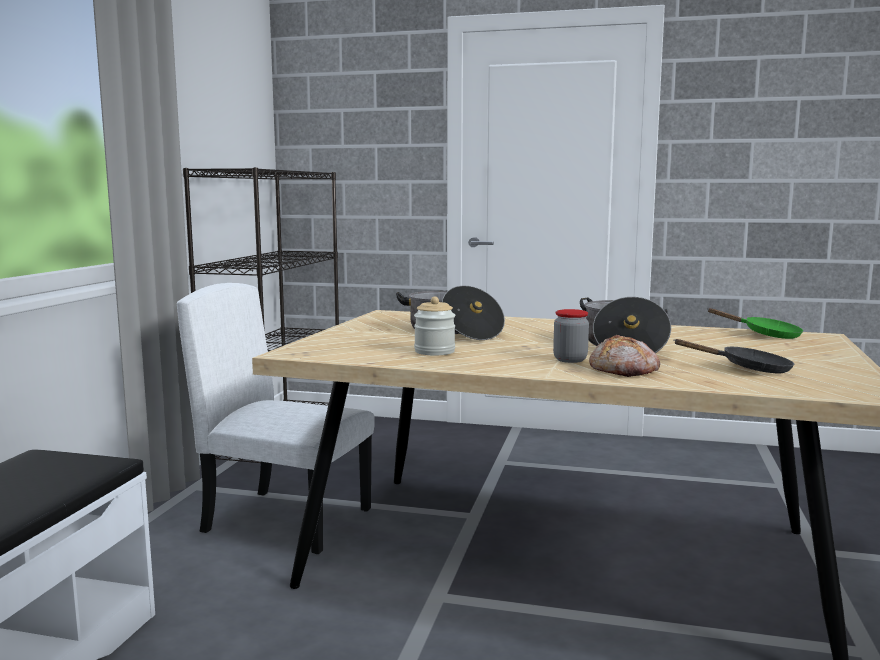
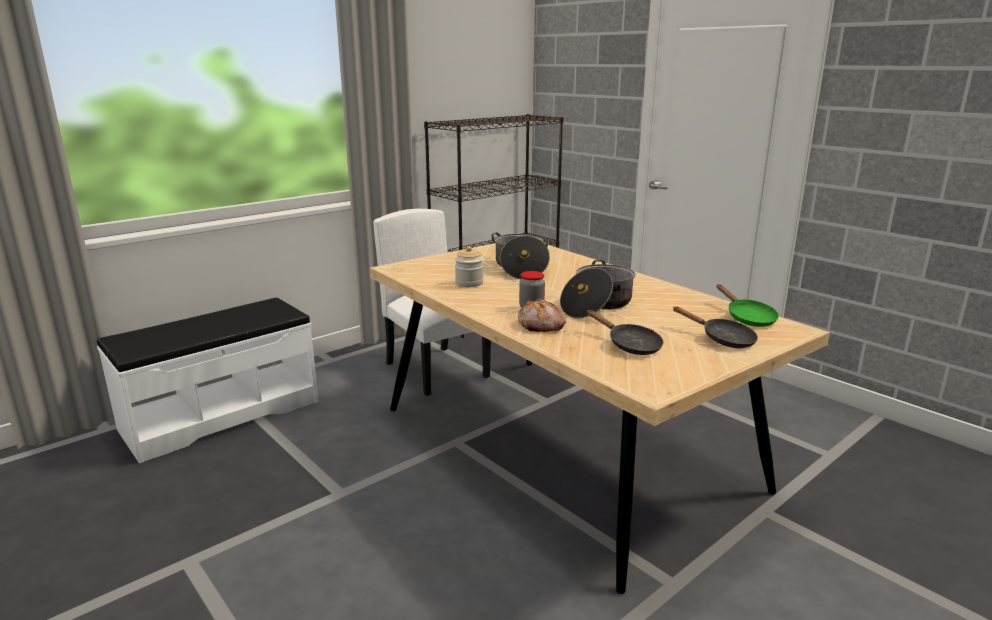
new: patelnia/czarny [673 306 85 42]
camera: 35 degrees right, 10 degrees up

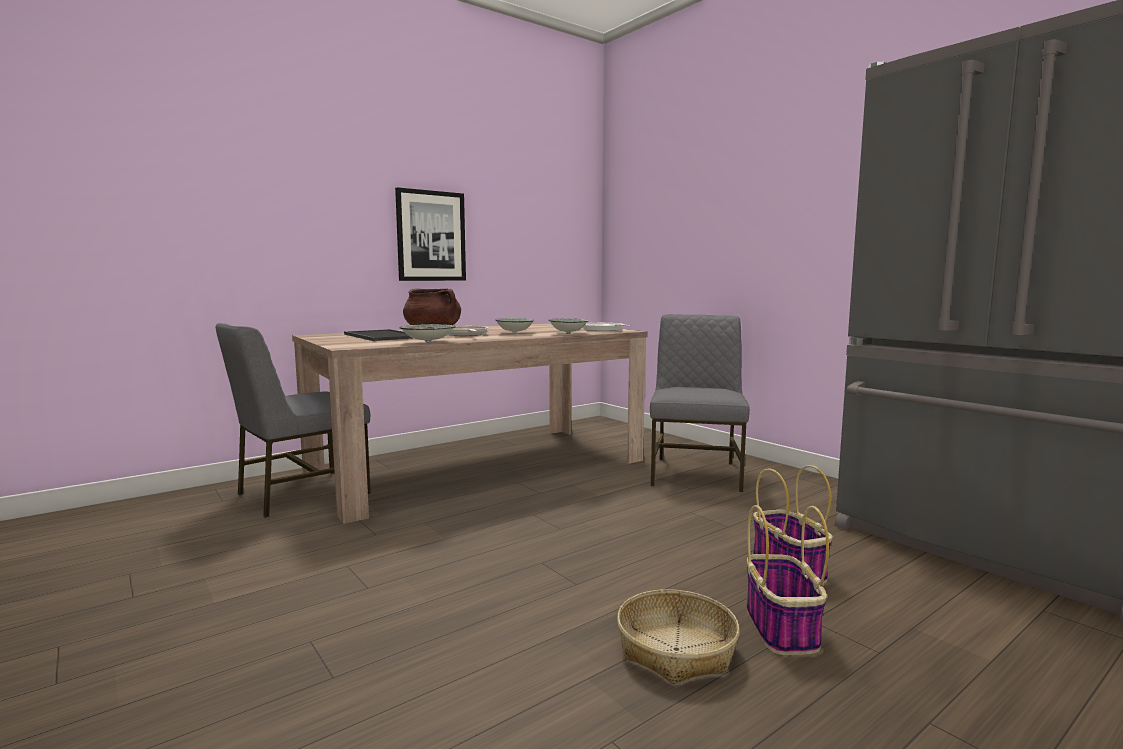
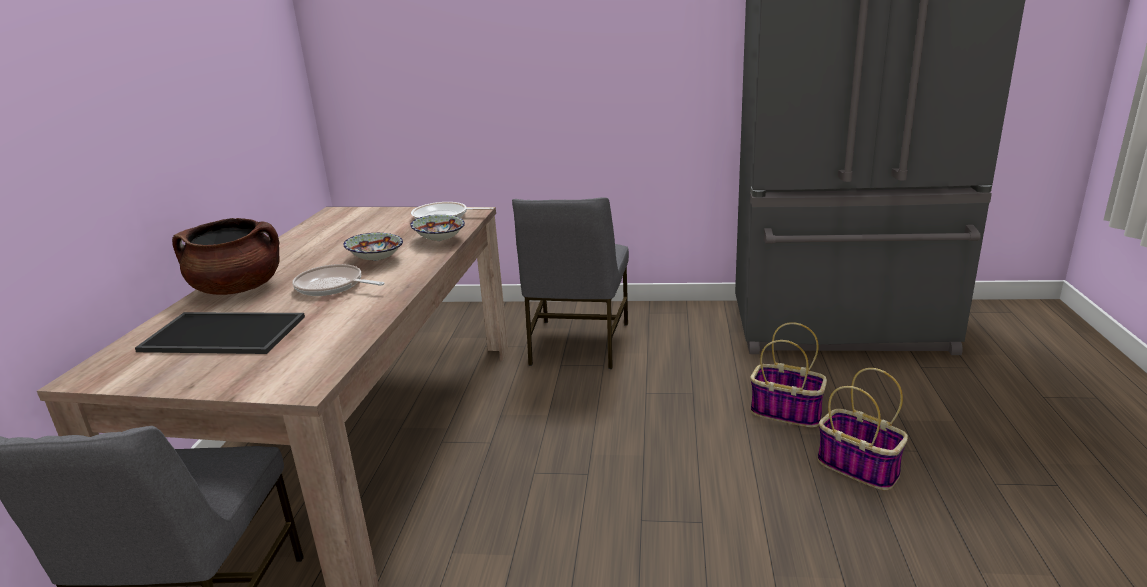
gone: obraz [395 187 71 94]; miska [399 324 57 19]; koszyk [617 589 123 95]
rotated: krzesło/szary [650 314 100 178] = [512 197 117 172] 135 degrees counterclockwise
camera: 45 degrees left, 15 degrees up

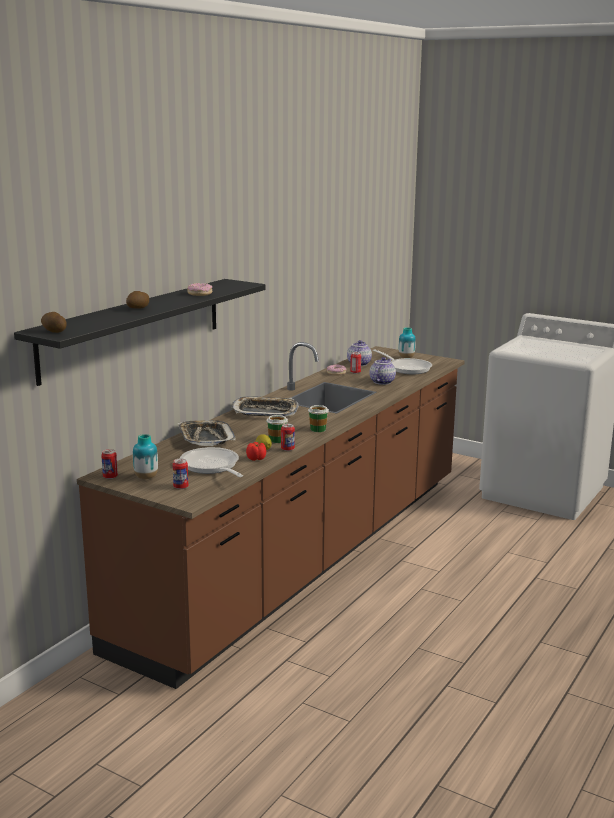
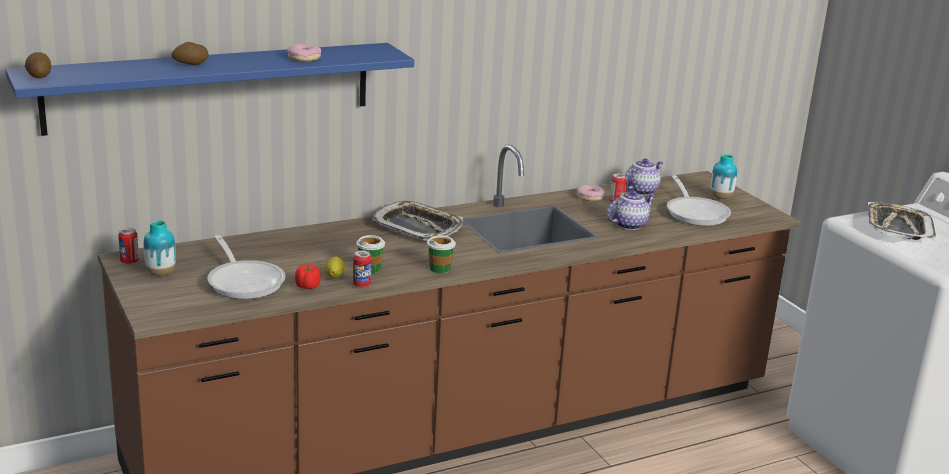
gone: puszka [173 459 15 30]
shifted: taca [178 420 58 26] to [868 202 68 38]
repainted: półka/czarny [14 279 251 107] to półka/niebieski [5 43 409 93]
rotated: patelnia [180 447 63 30] = [207 235 79 64] 150 degrees clockwise
camera: 30 degrees right, 5 degrees up

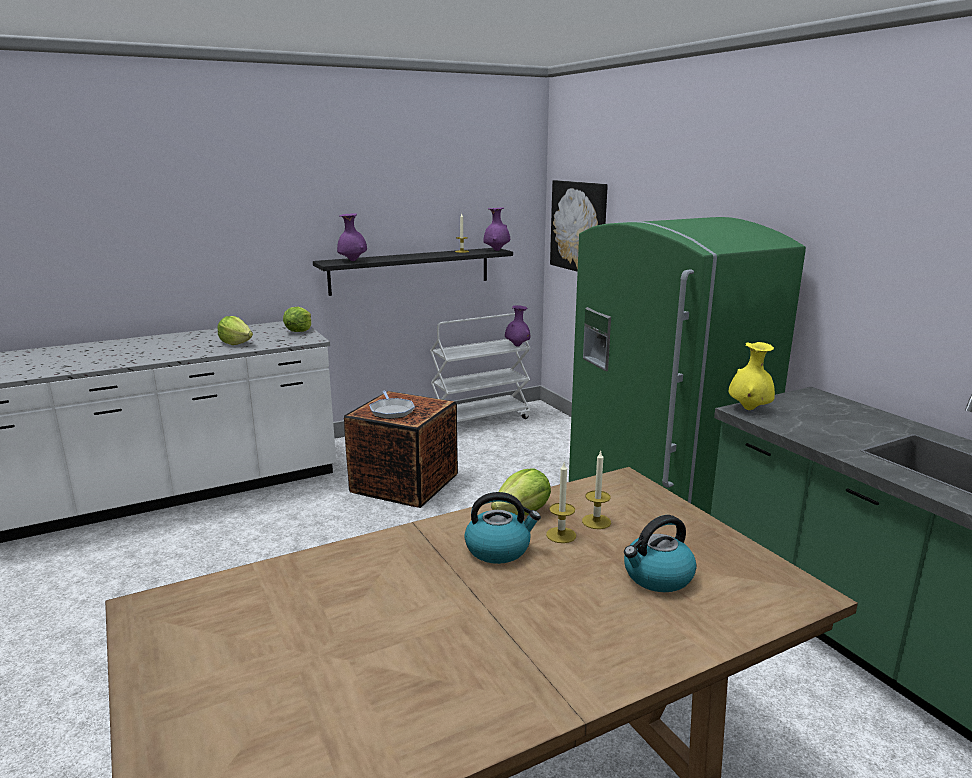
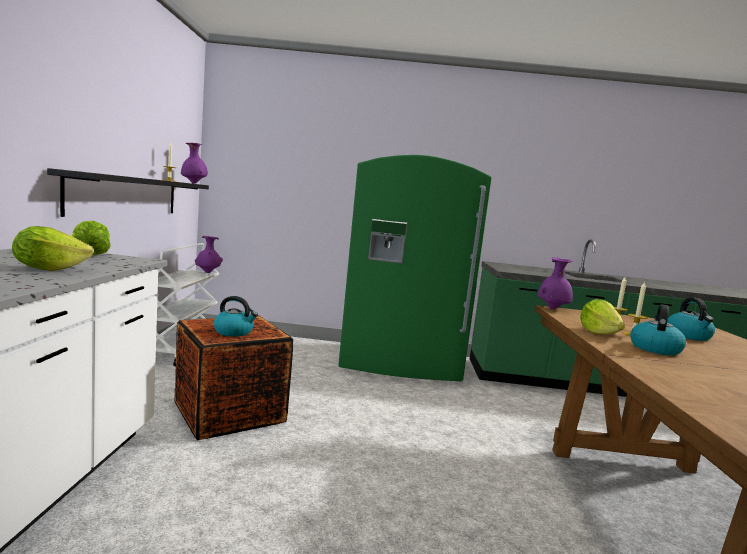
gone: obraz [550 180 58 92]; wazon/żółty [729 342 46 68]
shifted: wazon/fioletowy [337 213 30 48] to [538 257 35 52]
swapped: patelnia [369 391 46 28] to czajnik [214 296 44 41]
camera: 60 degrees left, 10 degrees down

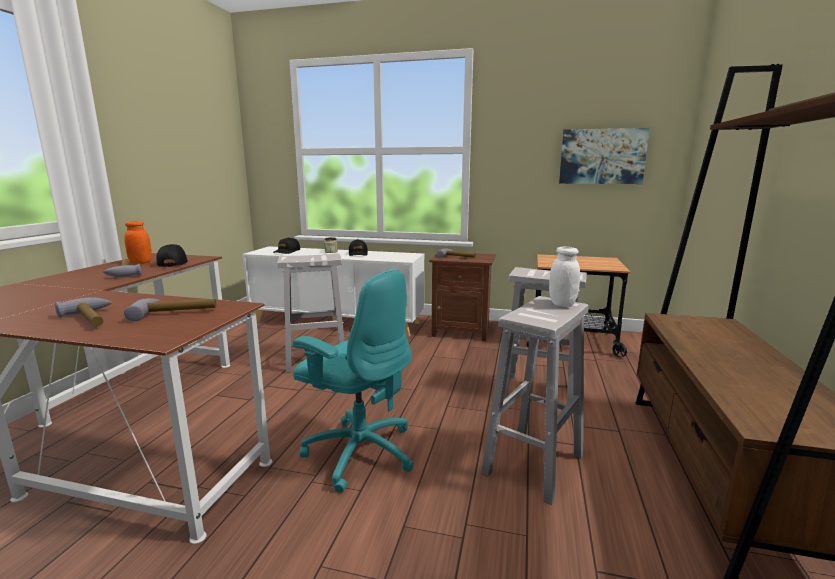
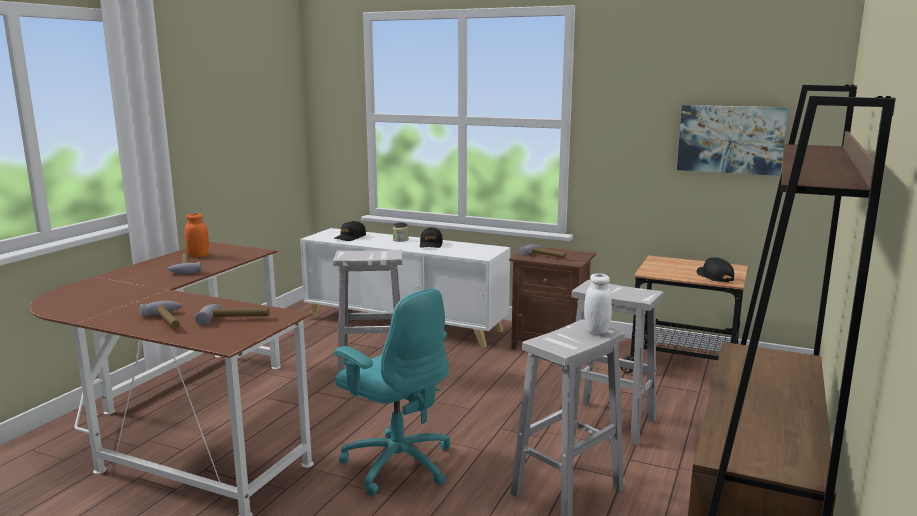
shifted: czapka z daszkiem/czarny [156 244 32 23] to [697 257 37 25]
camera: 10 degrees right, 0 degrees up

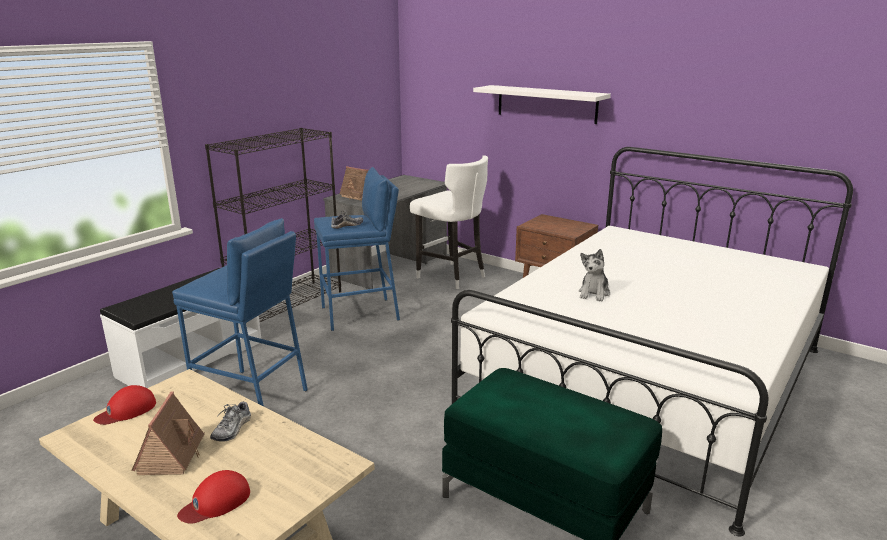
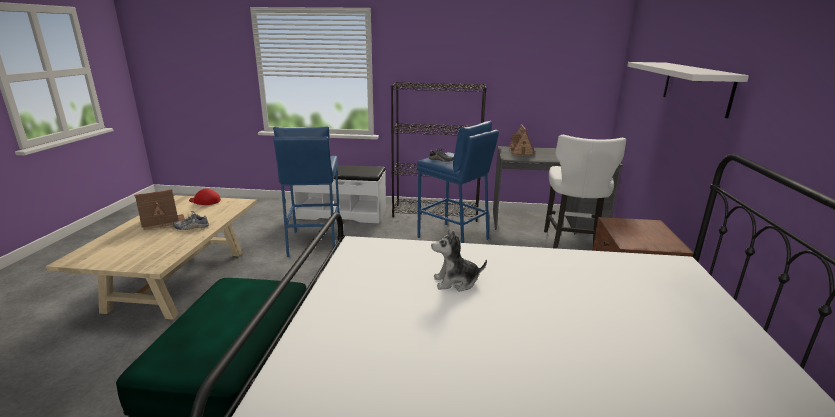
gone: czapka z daszkiem/czerwony [177 470 73 54]
camera: 60 degrees right, 0 degrees up

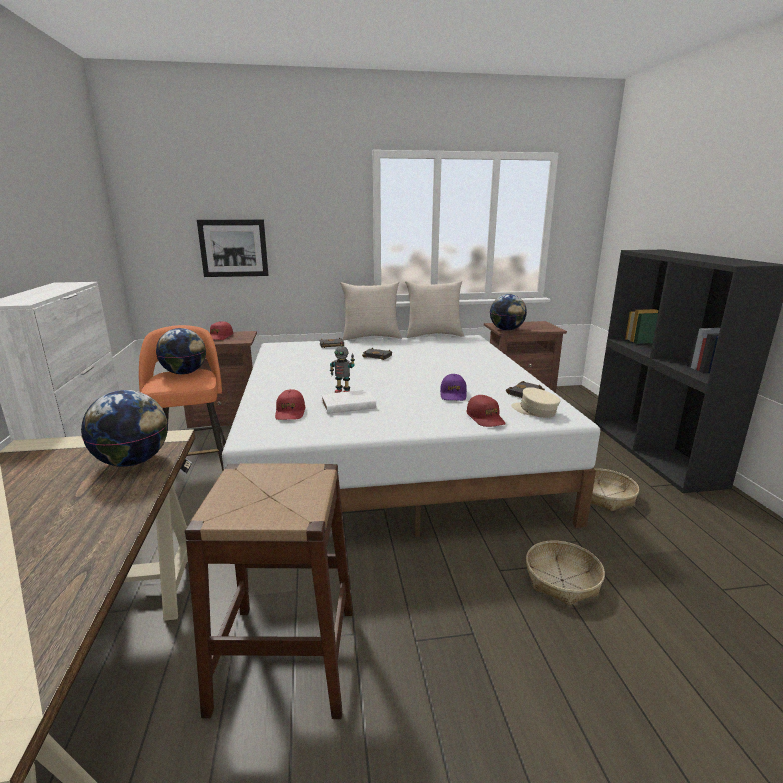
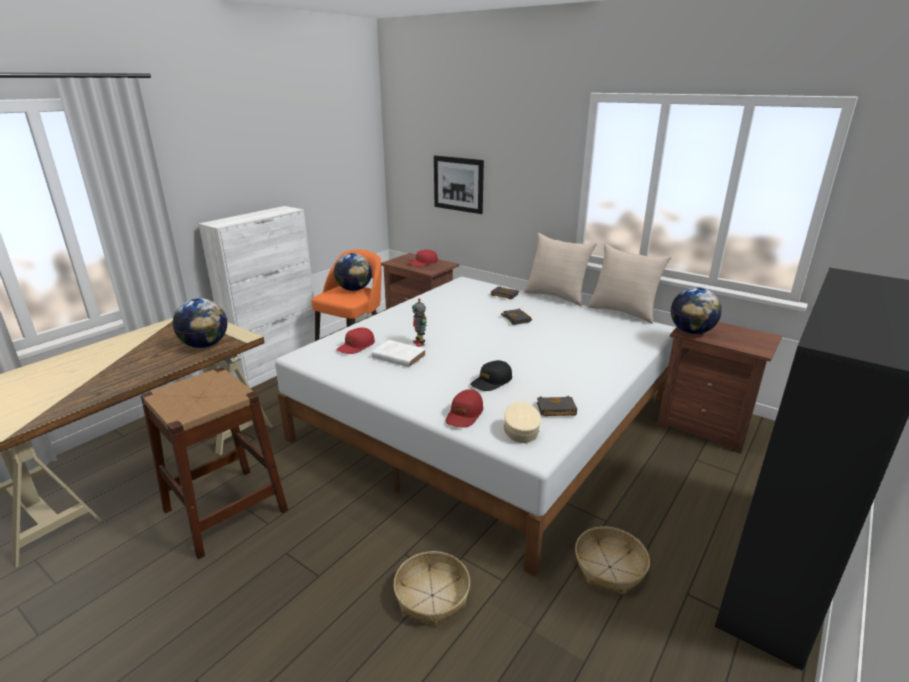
repainted: czapka z daszkiem/fioletowy [440 374 27 27] to czapka z daszkiem/czarny [470 360 42 31]
camera: 45 degrees right, 5 degrees up

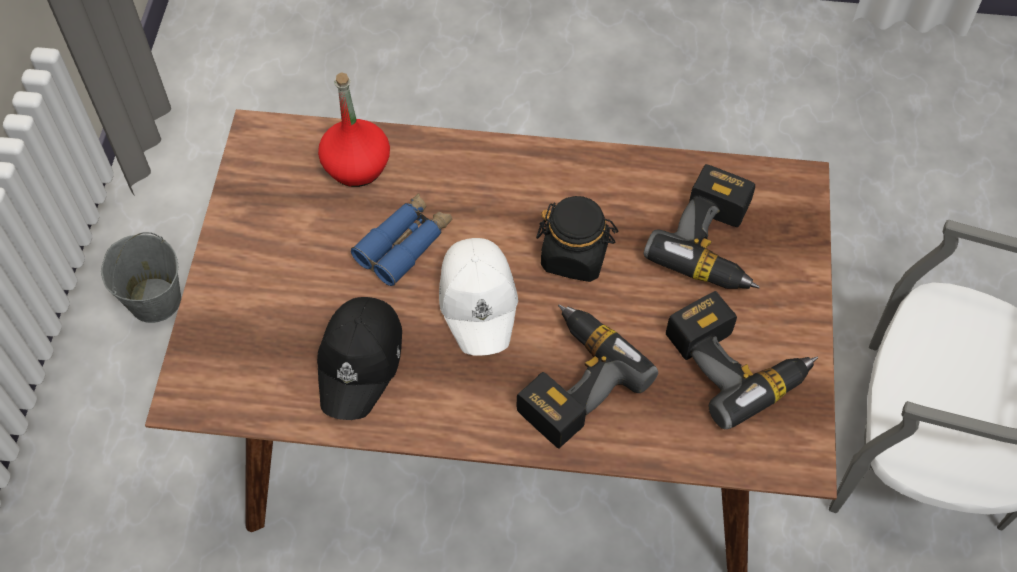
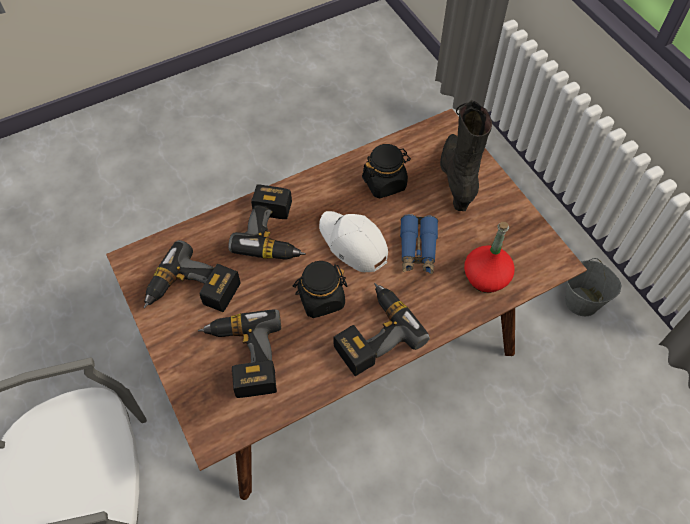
new: wiertarka [333 283 97 93]; but z cholewką/czarny [440 100 52 111]
swapped: czapka z daszkiem/czarny [317 297 85 123] to słoik/czarny [362 144 49 55]
camera: 145 degrees right, 0 degrees up

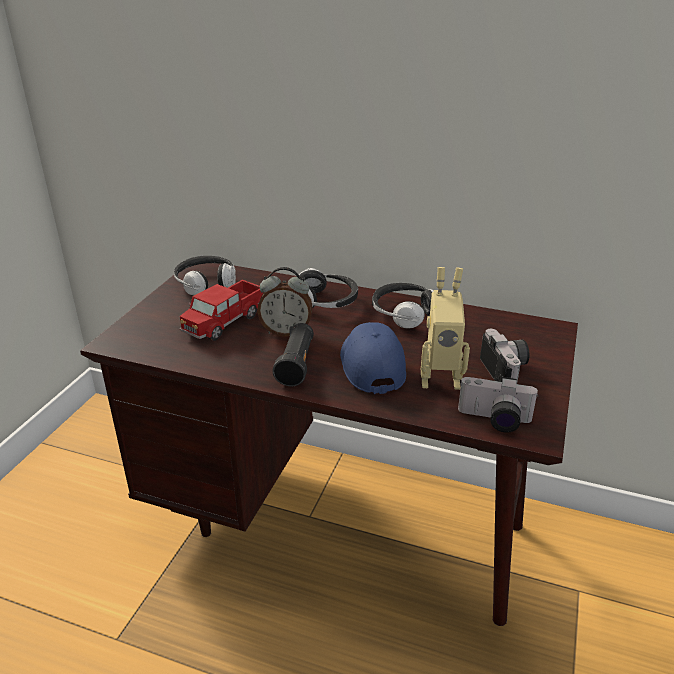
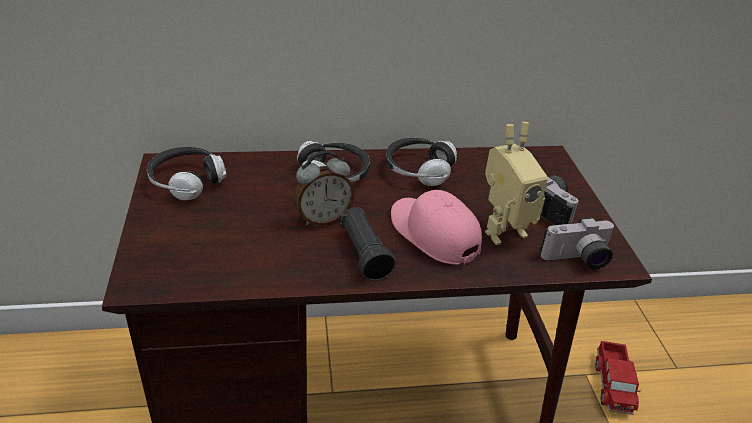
shifted: ciężarówka zabawkowa [180 280 83 61] to [595 341 46 74]
repainted: czapka z daszkiem/niebieski [340 322 66 72] to czapka z daszkiem/różowy [391 190 91 75]
camera: 30 degrees left, 5 degrees up

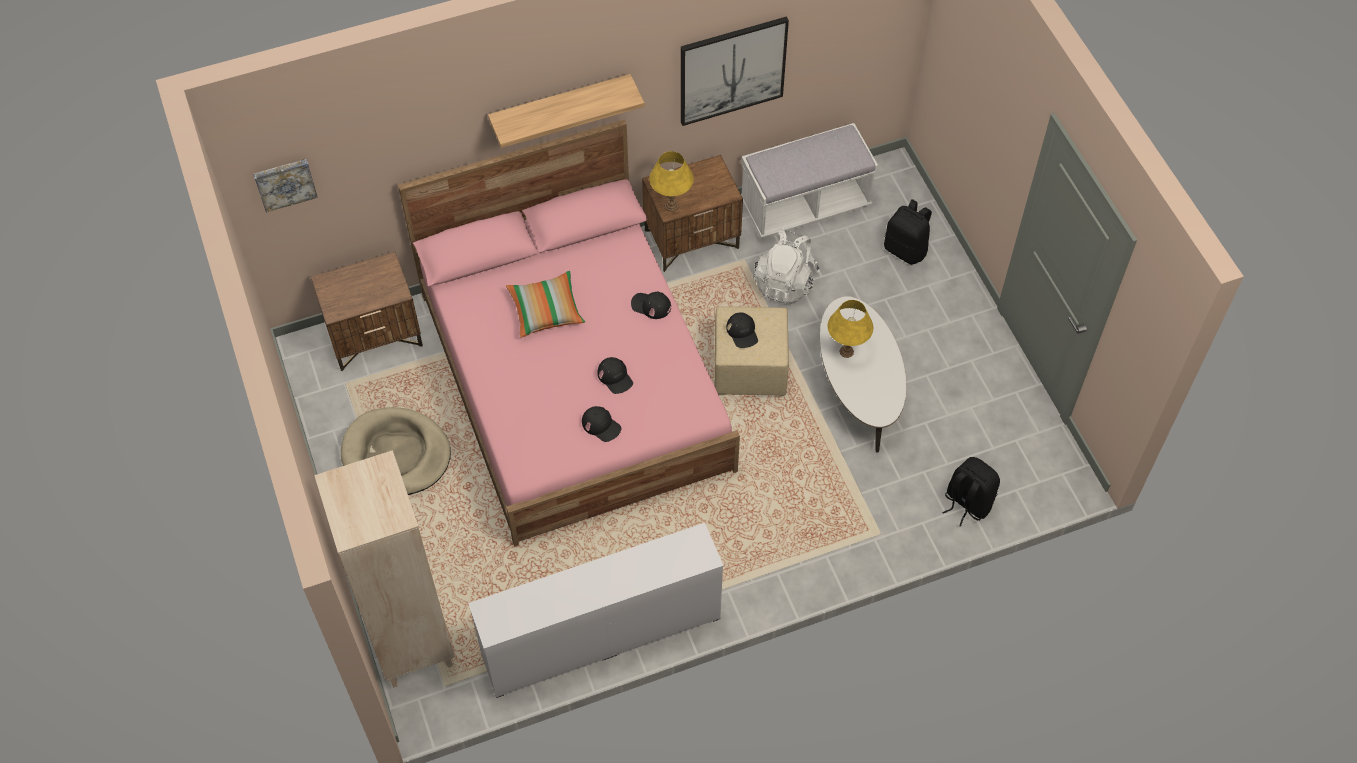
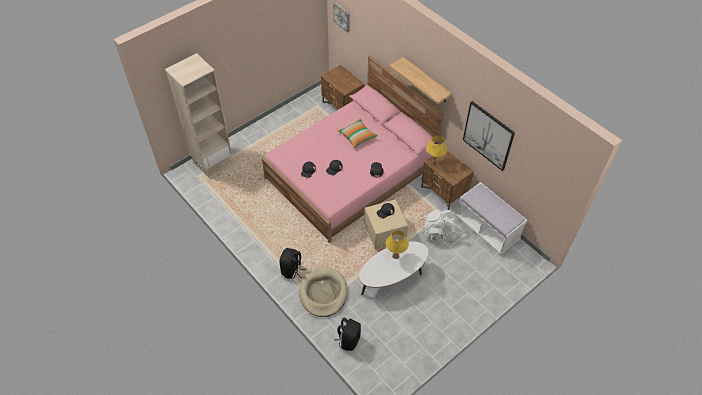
gone: komoda/biały [468 523 256 175]
shifted: plecak/czarny [884 199 48 66] to [280 248 26 31]; legowisko/beżowy [341 407 110 88] to [299 267 49 50]
camera: 70 degrees right, 5 degrees down

